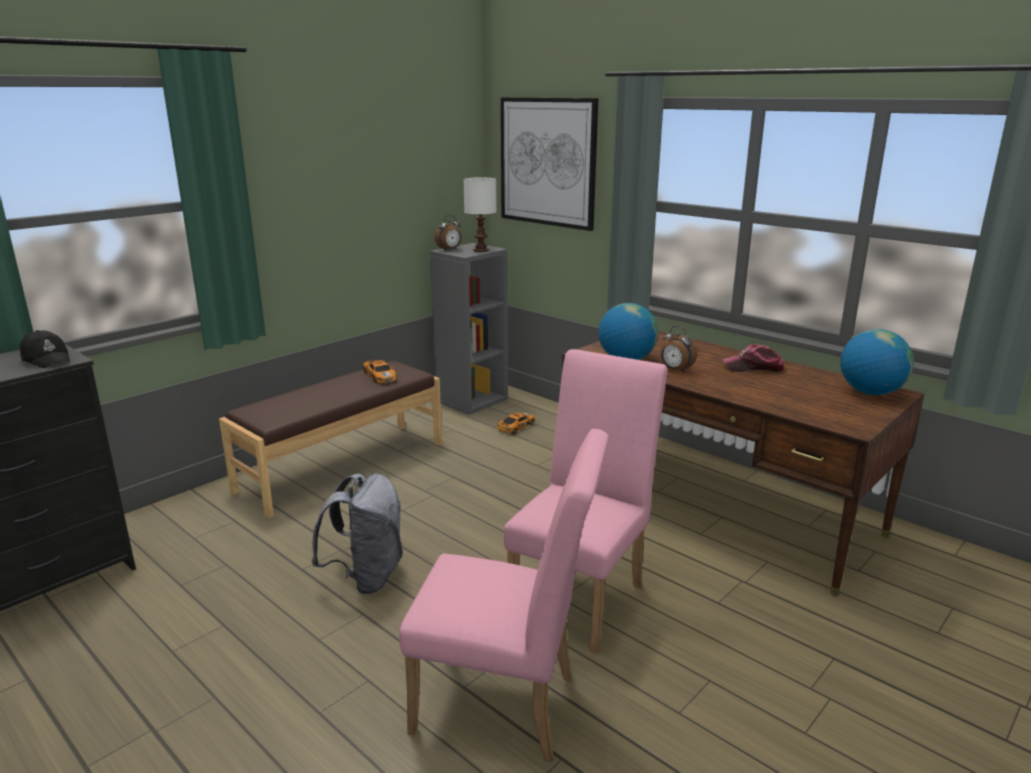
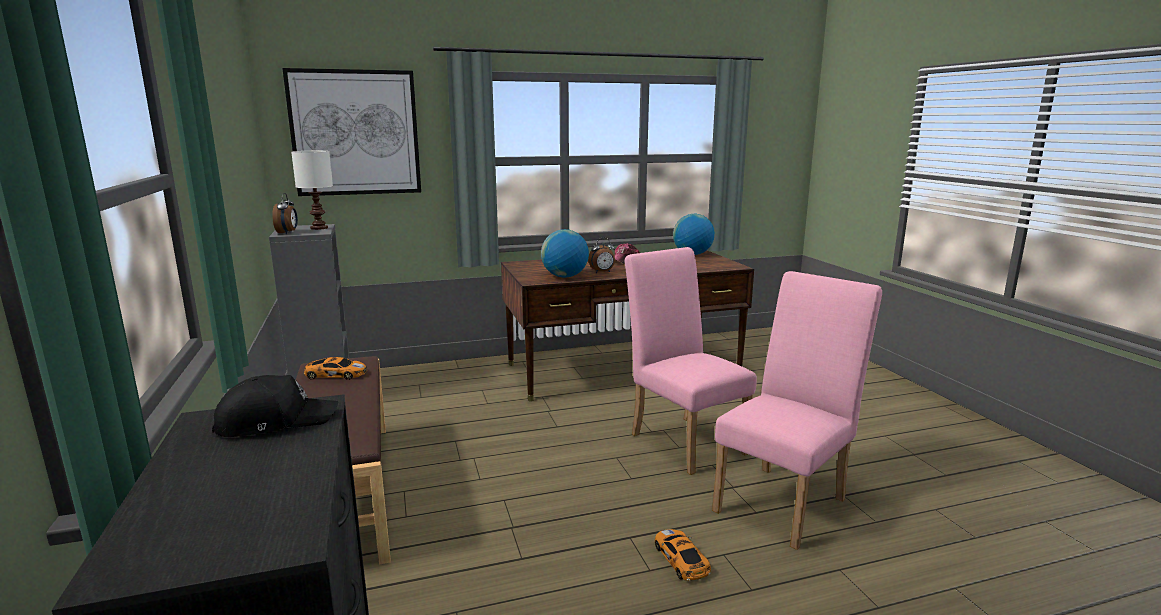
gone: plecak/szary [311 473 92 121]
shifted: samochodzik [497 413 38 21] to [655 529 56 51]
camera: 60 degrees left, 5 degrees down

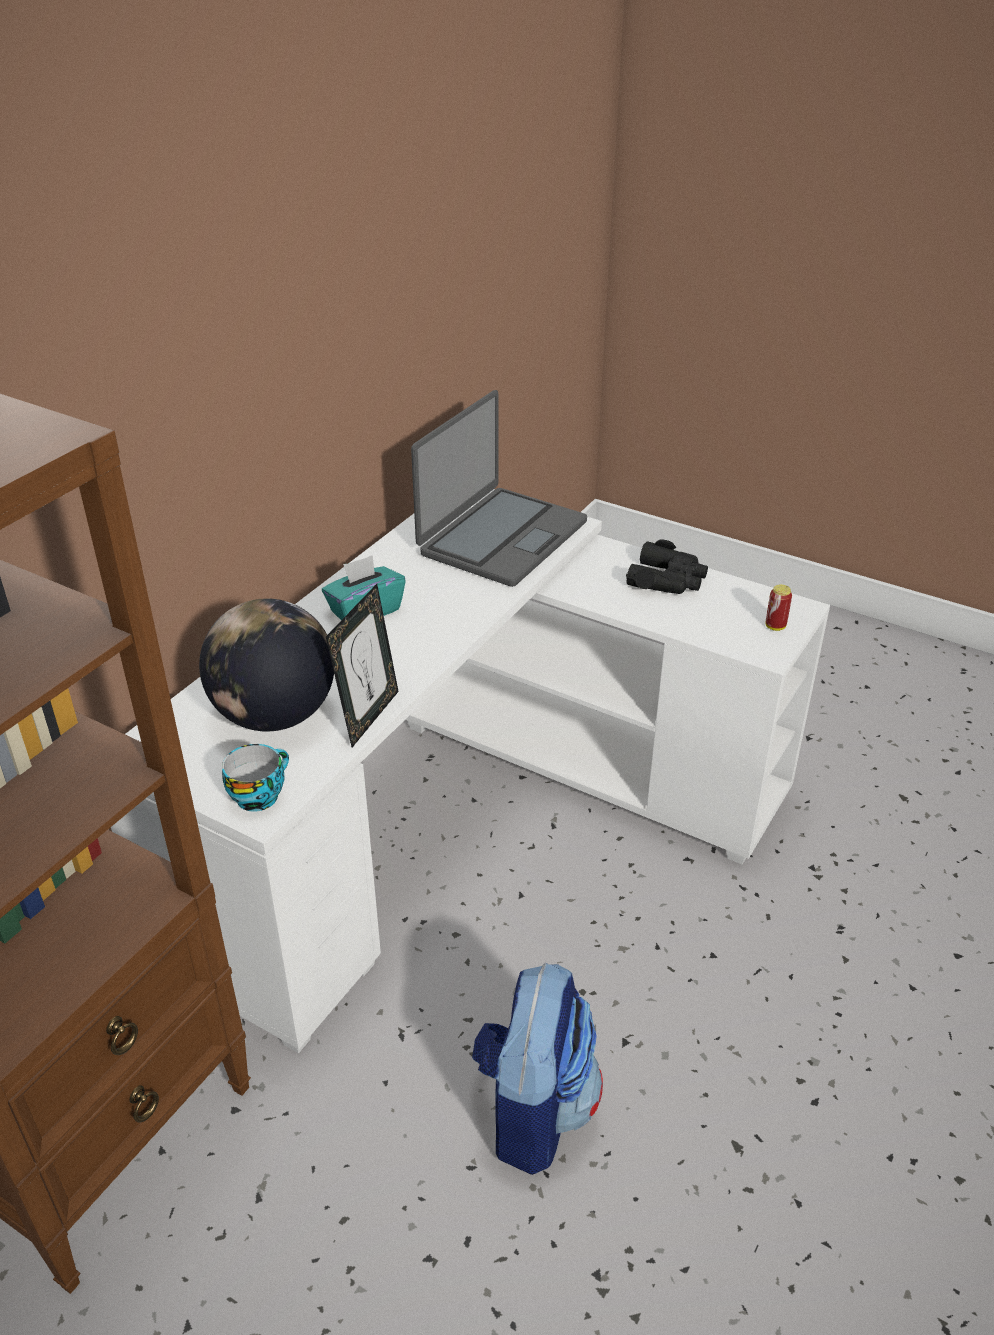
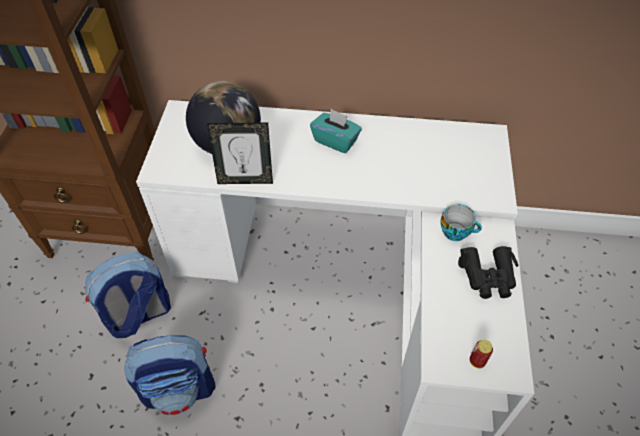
gone: laptop [411 390 176 197]
new: plecak [85 252 86 86]
shifted: filiżanka [222 744 67 68] to [440 204 42 37]
camera: 65 degrees right, 15 degrees up

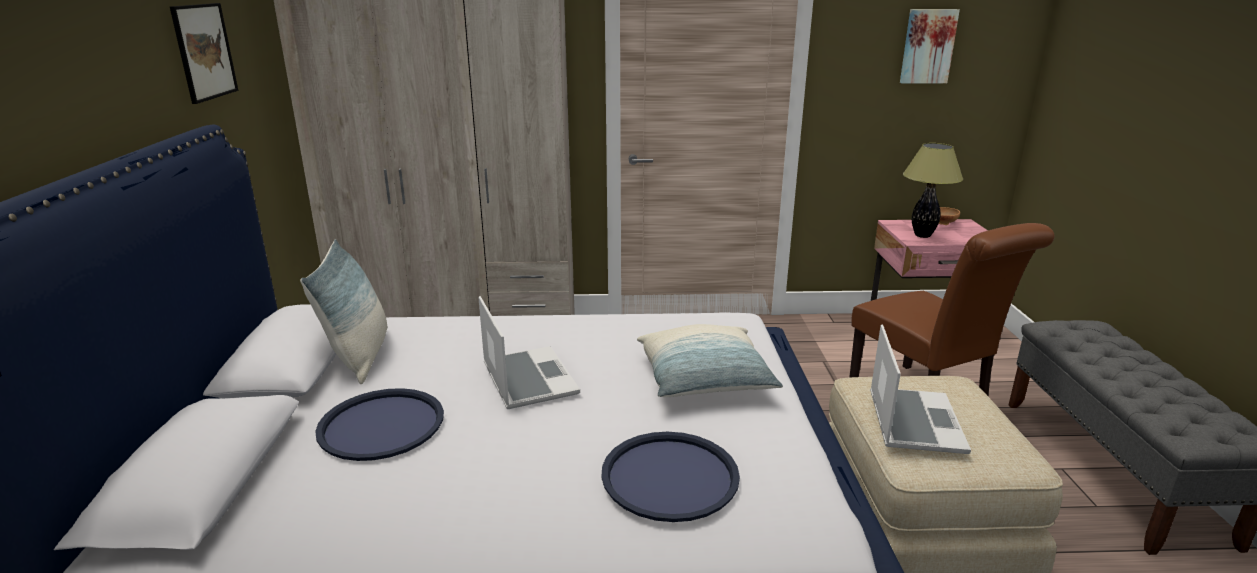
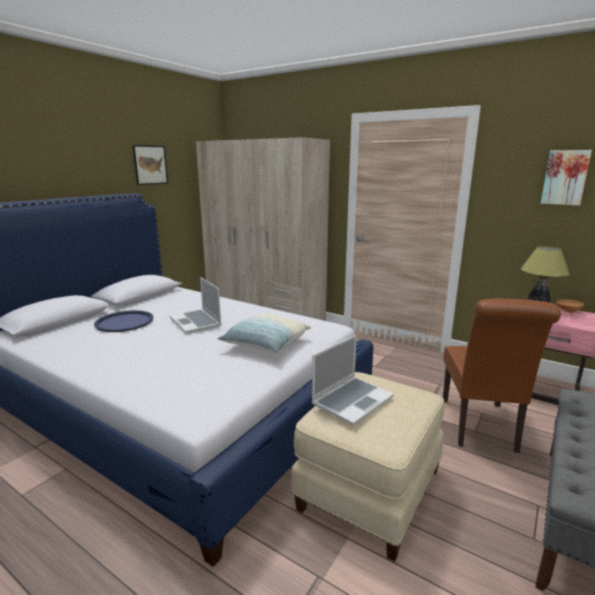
gone: poduszka [300 239 87 145]; taca/niebieski [601 432 139 90]
rotated: laptop [479 296 101 113] = [170 277 52 57] 135 degrees clockwise
camera: 35 degrees right, 5 degrees down

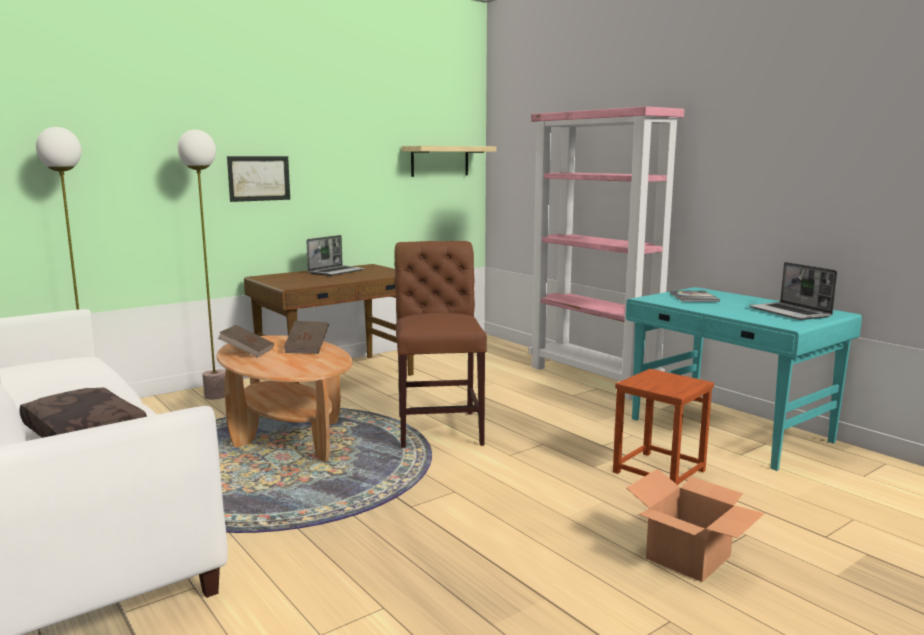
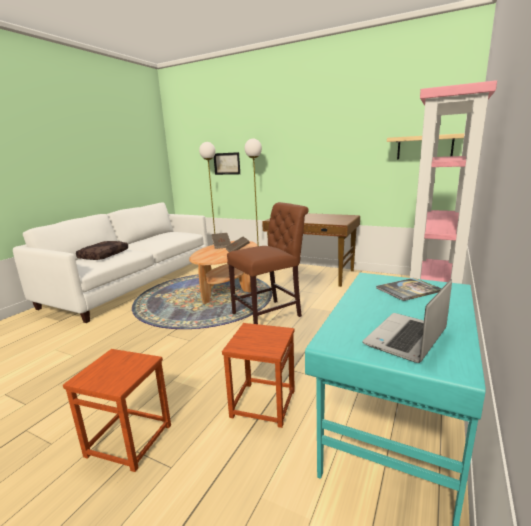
gone: laptop [307 235 58 41]
shifted: obraz [227 156 63 46] to [214 152 26 23]
swapped: karton [627 469 138 113] to stołek/brązowy [63 349 108 123]
camera: 65 degrees right, 5 degrees up

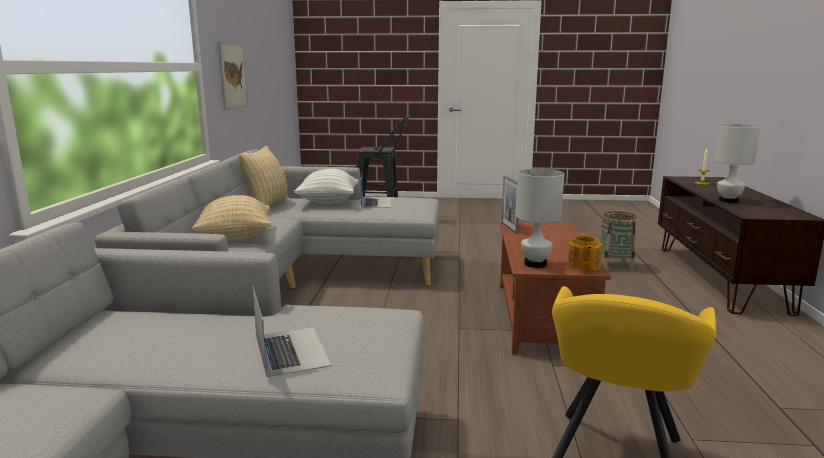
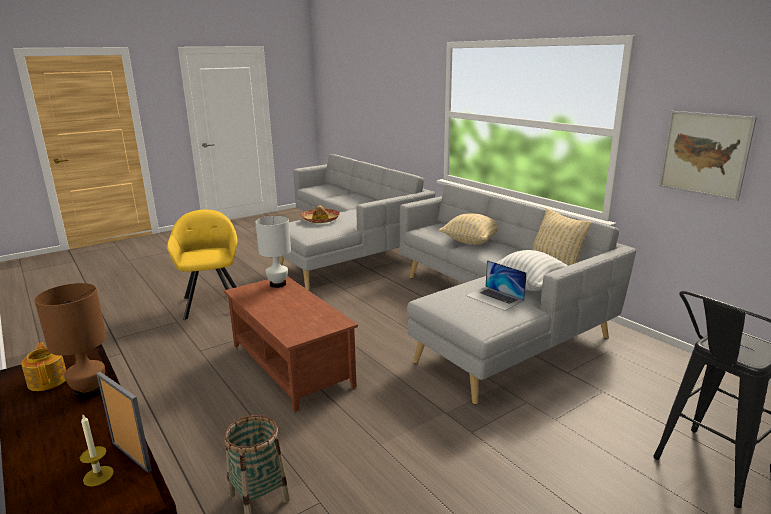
shifted: imbryk [568 233 34 38] to [21 343 45 48]; ramka na zdjęcie [501 175 18 59] to [96 372 56 101]
swapped: laptop [252 286 80 91] to kapelusz [301 206 39 17]
repainted: lampa stołowa/biały [715 124 46 79] to lampa stołowa/brązowy [34 283 73 117]
camera: 140 degrees right, 5 degrees up

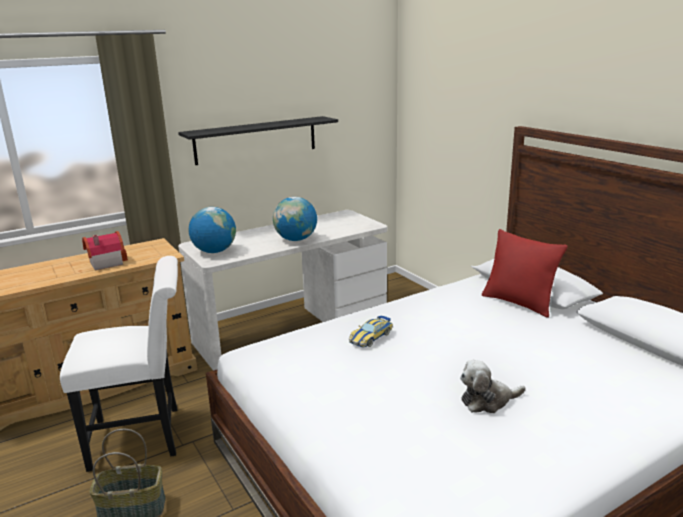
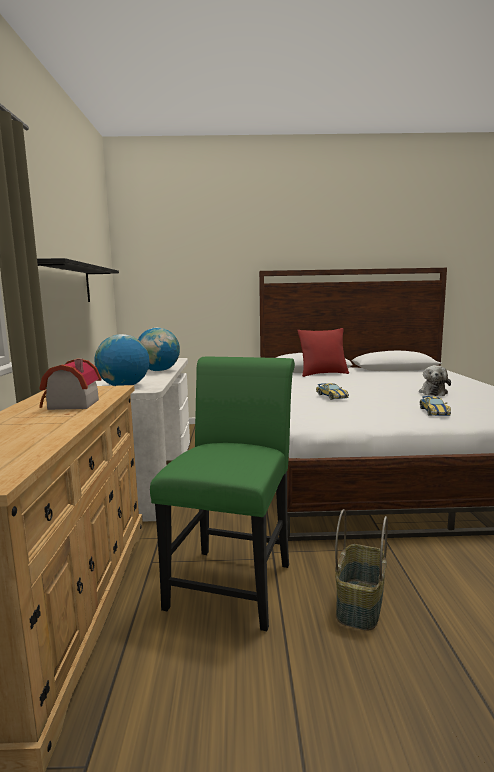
new: samochodzik [420 396 31 20]
repainted: krzesło/biały [60 256 118 216] to krzesło/zielony [150 356 145 275]
camera: 60 degrees left, 10 degrees down

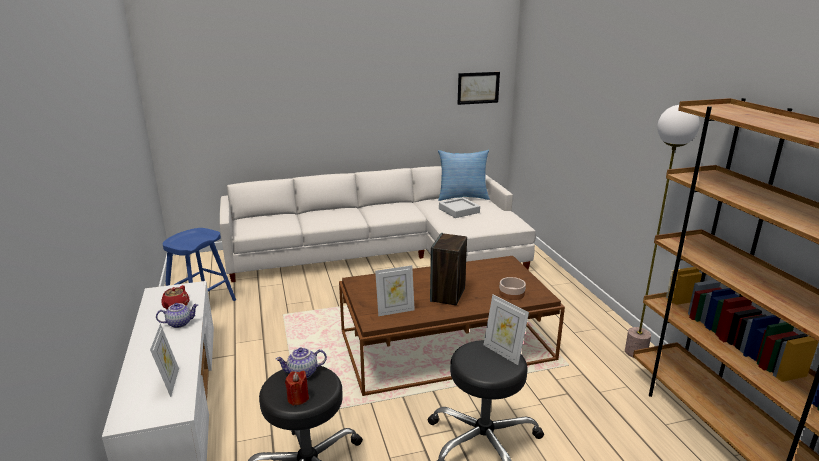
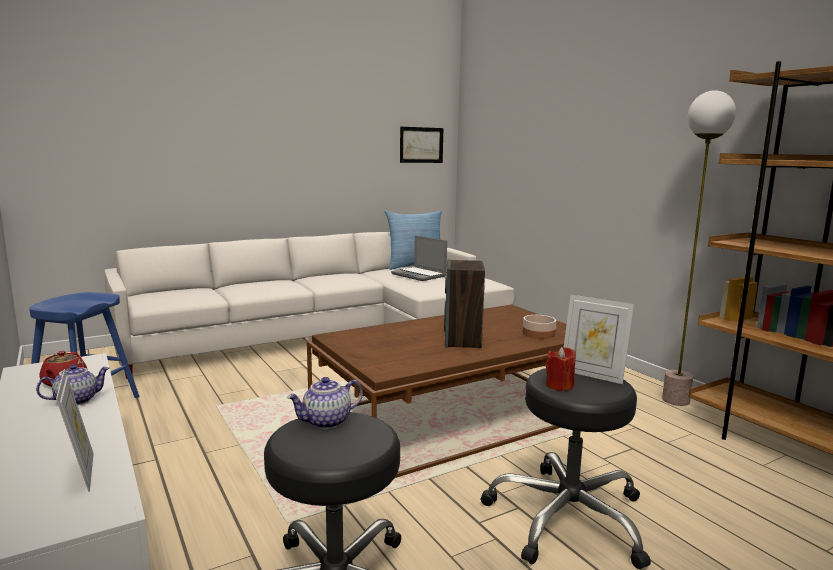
gone: ramka na zdjęcie [375 265 40 51]
shifted: świeca/czerwony [285 371 24 35] to [545 347 30 44]
swapped: taca/szary [439 197 41 21] to laptop [391 236 56 45]
camera: 15 degrees left, 10 degrees down

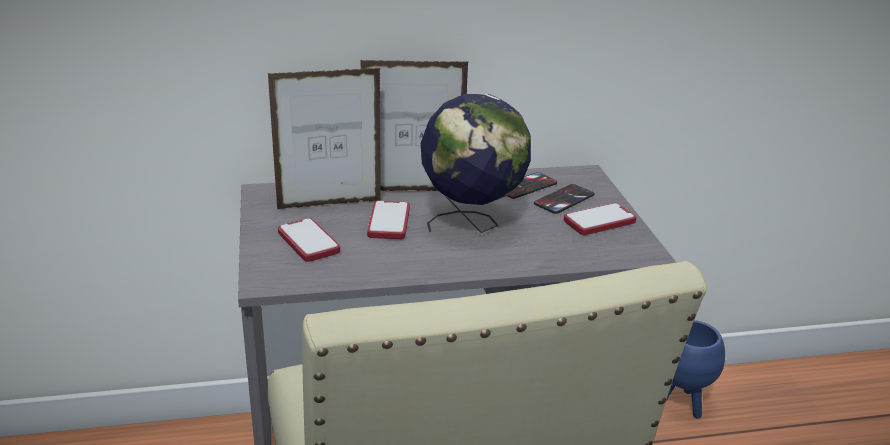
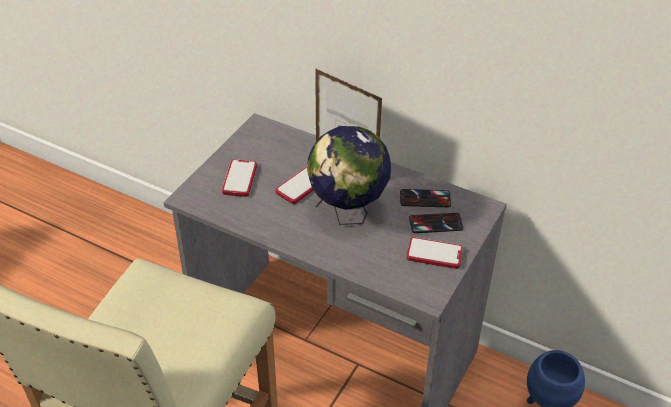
gone: ramka na zdjęcie [268 68 113 141]
camera: 40 degrees right, 15 degrees up

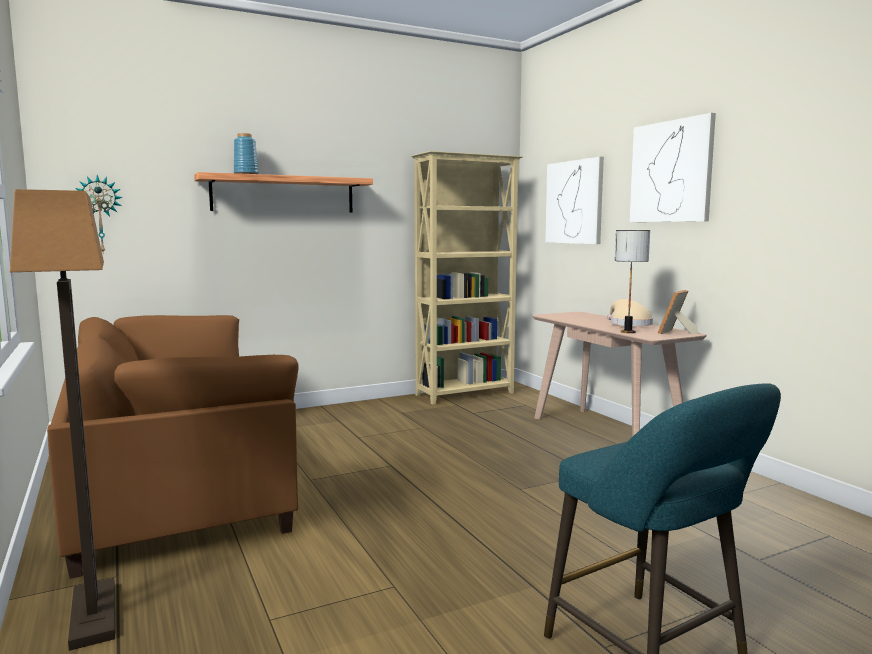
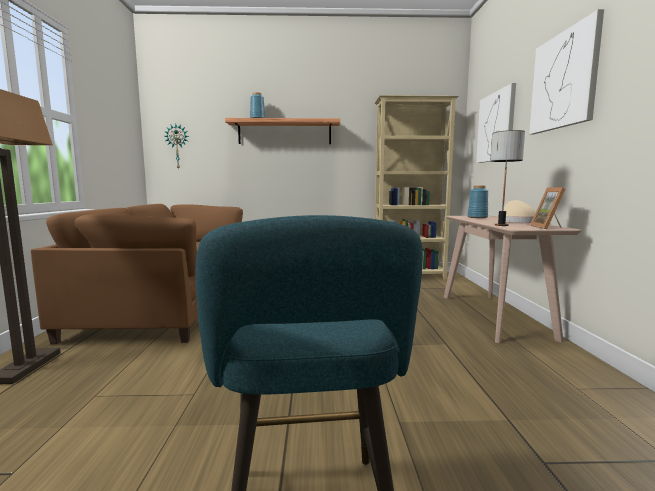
new: wazon/niebieski [467 186 21 32]
rotated: ramka na zdjęcie [658 290 40 44] = [530 188 35 41] 60 degrees counterclockwise
camera: 25 degrees right, 0 degrees up

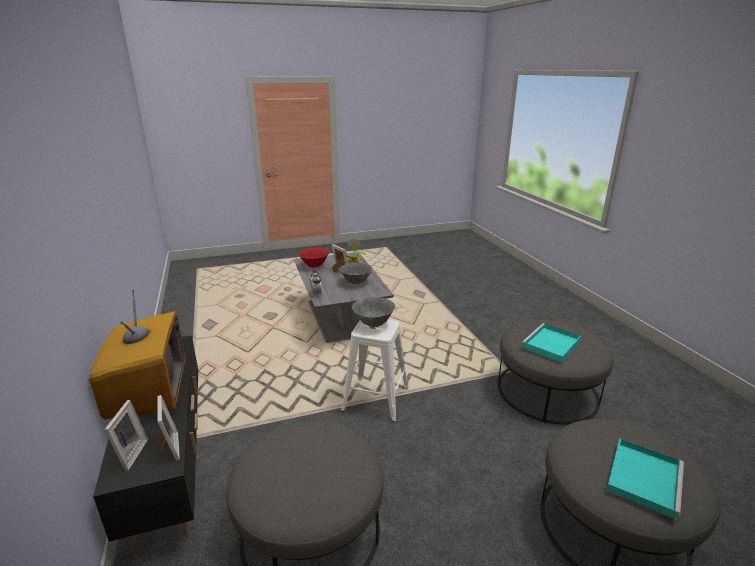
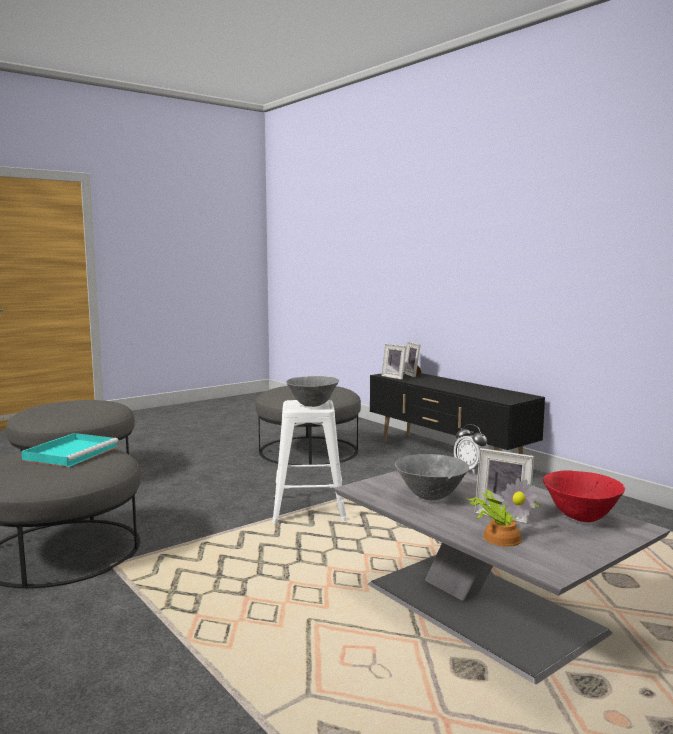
gone: telewizor [89 290 96 129]; taca/turkusowy [606 438 78 82]
camera: 160 degrees right, 15 degrees down

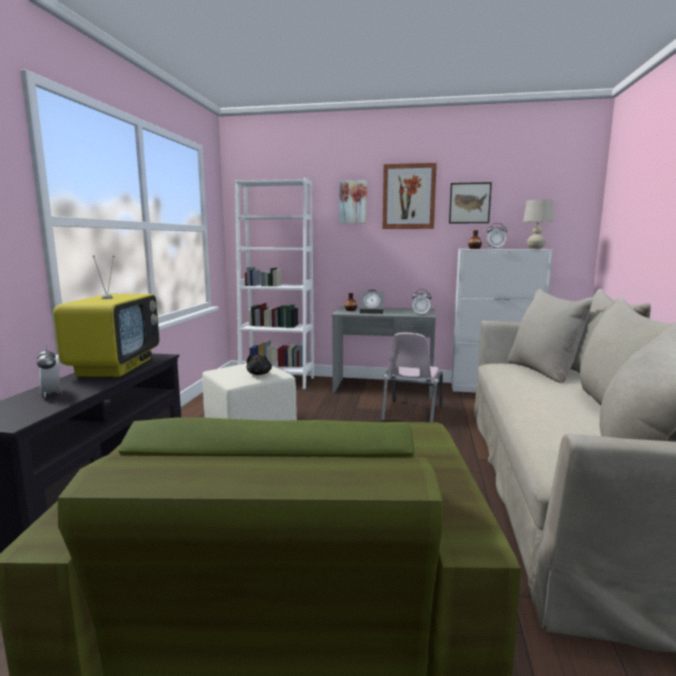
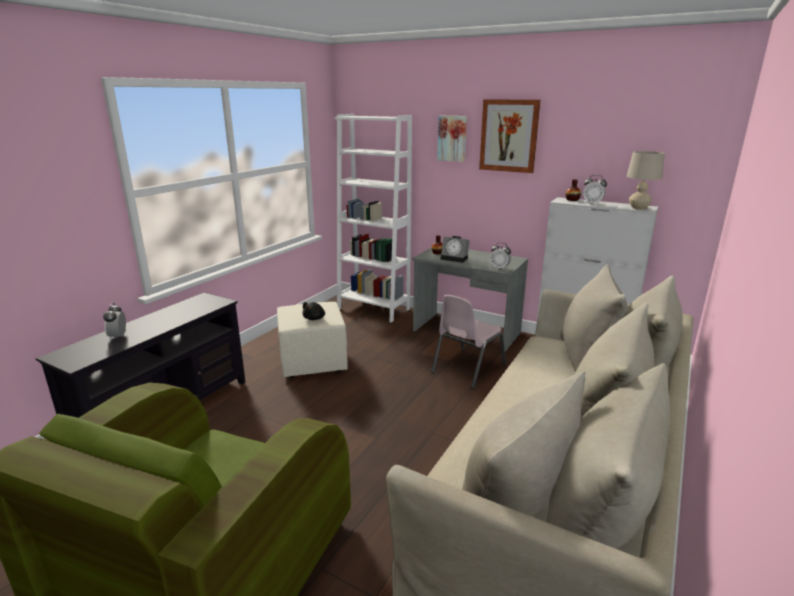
gone: telewizor [53 255 106 122]; obraz [449 182 43 41]
camera: 20 degrees right, 10 degrees up

